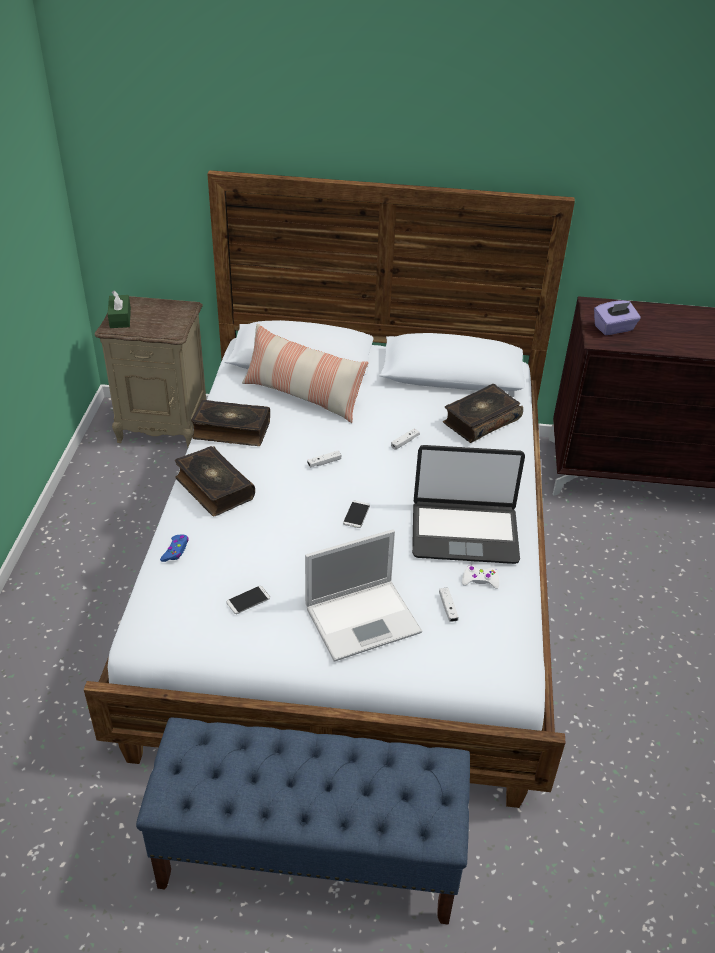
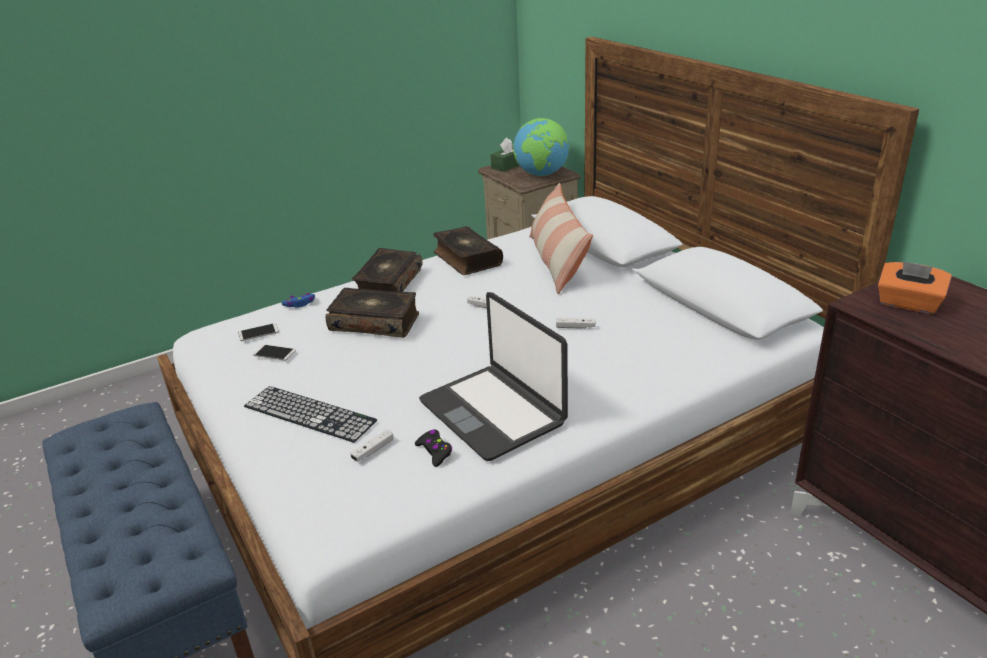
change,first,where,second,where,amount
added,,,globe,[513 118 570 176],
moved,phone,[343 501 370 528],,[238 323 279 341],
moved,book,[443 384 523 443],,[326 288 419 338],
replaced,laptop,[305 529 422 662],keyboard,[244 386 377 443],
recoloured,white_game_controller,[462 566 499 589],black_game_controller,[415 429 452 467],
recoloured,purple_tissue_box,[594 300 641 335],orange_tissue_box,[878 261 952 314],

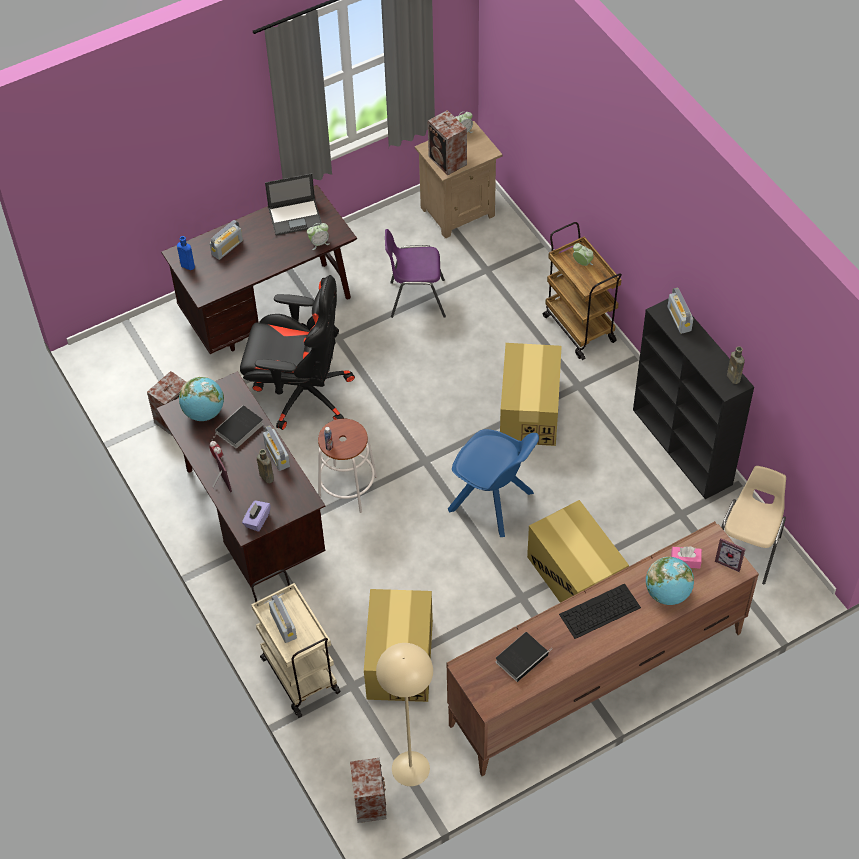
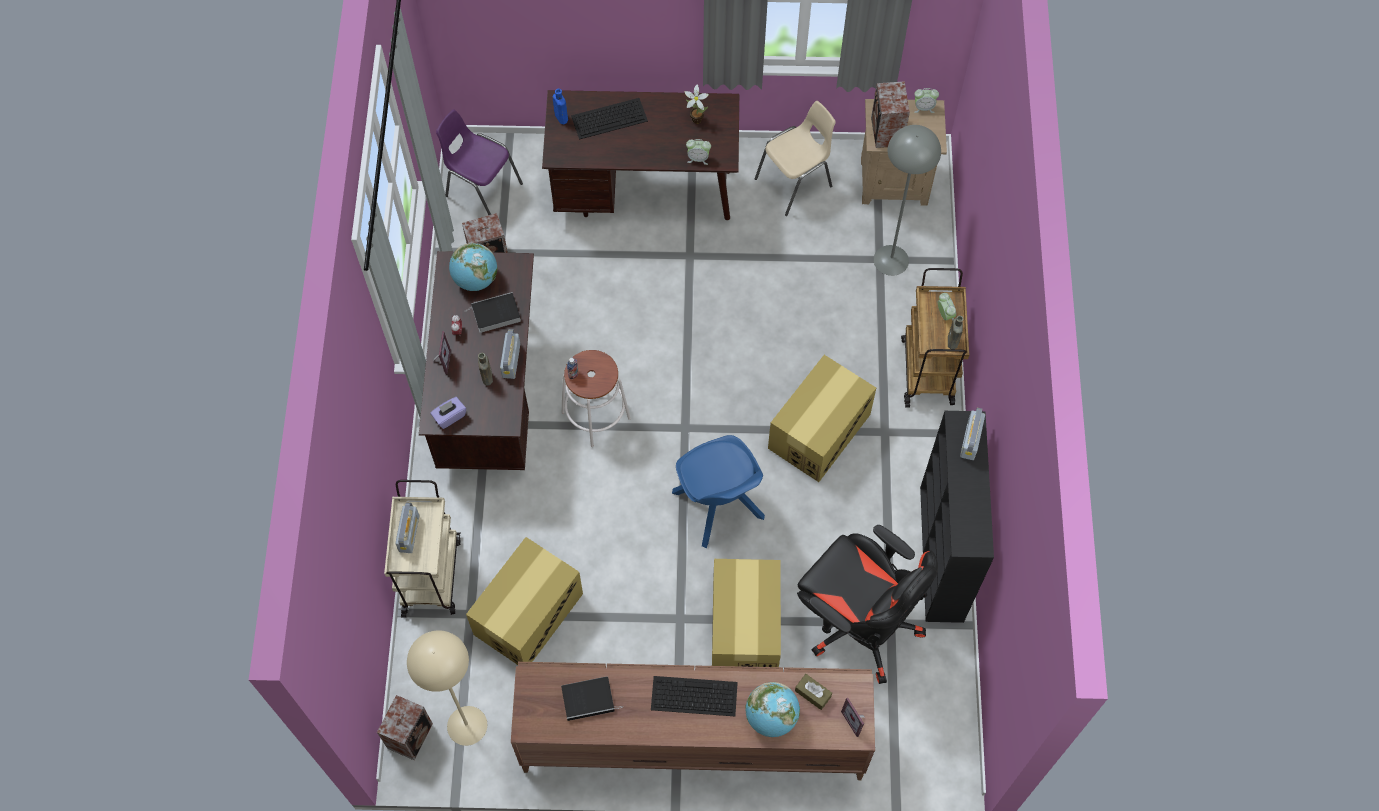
change,first,where,second,where,amount
added,,,grey_floor_lamp,[874 125 941 276],
moved,black_office_chair,[240 275 355 430],,[797 525 938 684],
moved,purple_chair,[385 229 446 318],,[436 109 523 215],
moved,beige_chair,[721 466 786 585],,[755 101 835 216],
moved,brown_bottle,[727 346 745 384],,[948 315 964 349],
replaced,radio,[210 220 243 260],keyboard,[571 98 648 139],
replaced,laptop,[265 173 322 236],potted_plant,[684 84 709 124],
recoloured,pink_tissue_box,[671 546 702 569],brown_tissue_box,[795 674 832 710],

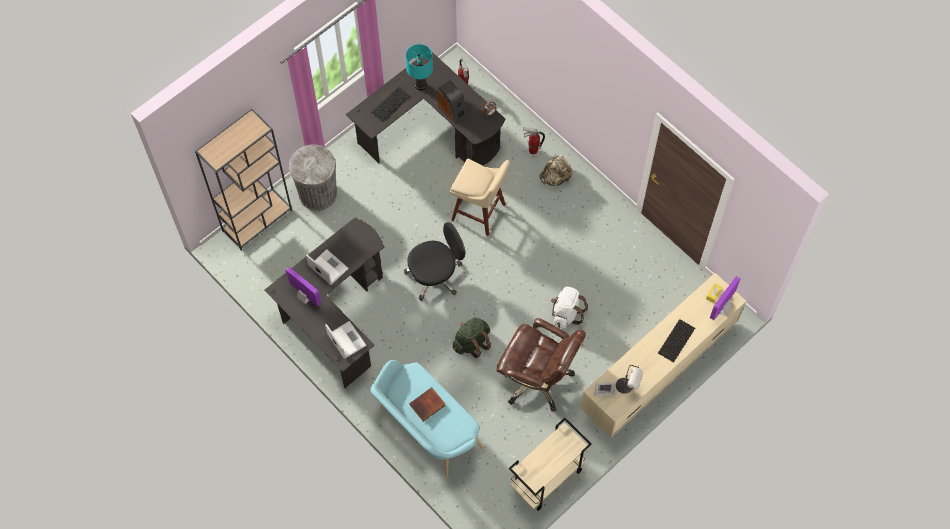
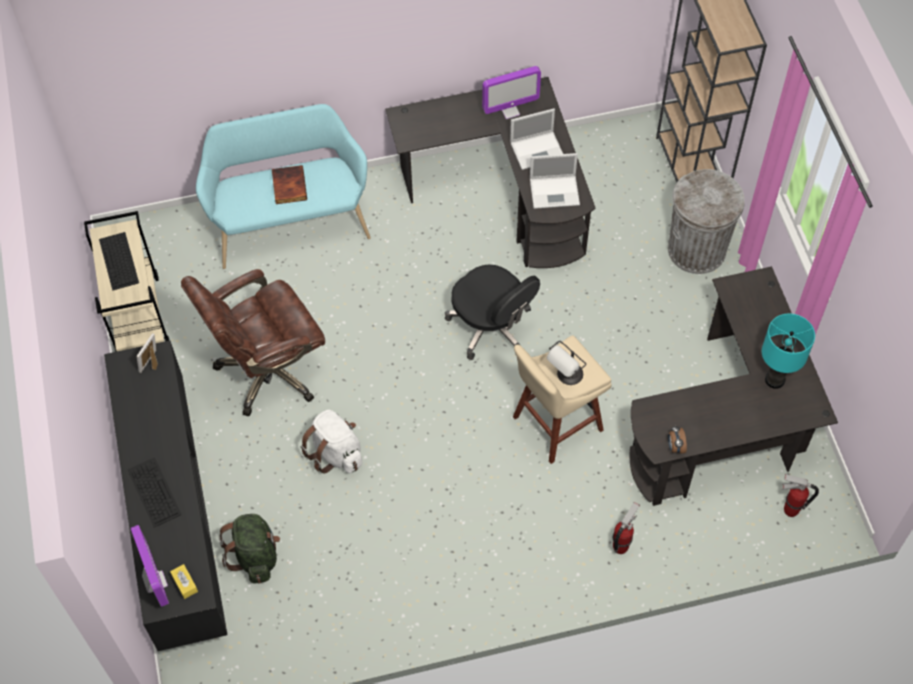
change,first,where,second,where,amount
removed,speaker,[438 80 467 125],,,
removed,beige_backpack,[539 155 573 186],,,
moved,laptop,[325 321 366 359],,[530 153 580 209],
moved,keyboard,[371 87 411 122],,[99 232 139 291],
moved,green_backpack,[453 317 491 358],,[219 514 280 584],
moved,table_lamp,[616 365 643 394],,[547 341 586 385],
recoloured,beige_cabinet,[581 273 746 438],black_cabinet,[104 340 227 651],
turned,black_office_chair,[404 222 465 301],,[445 264 540 360],45 degrees counterclockwise

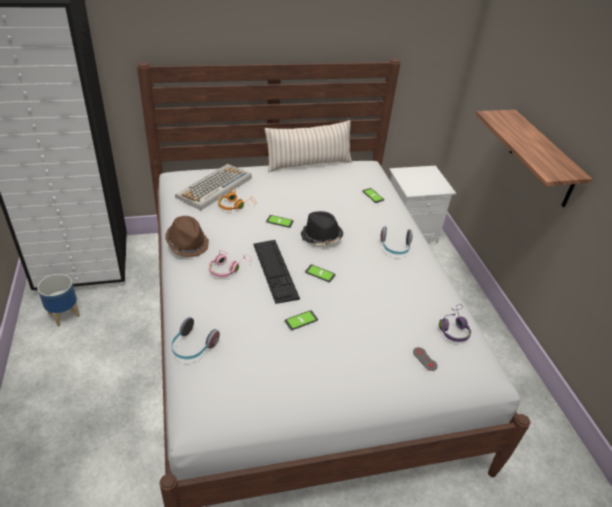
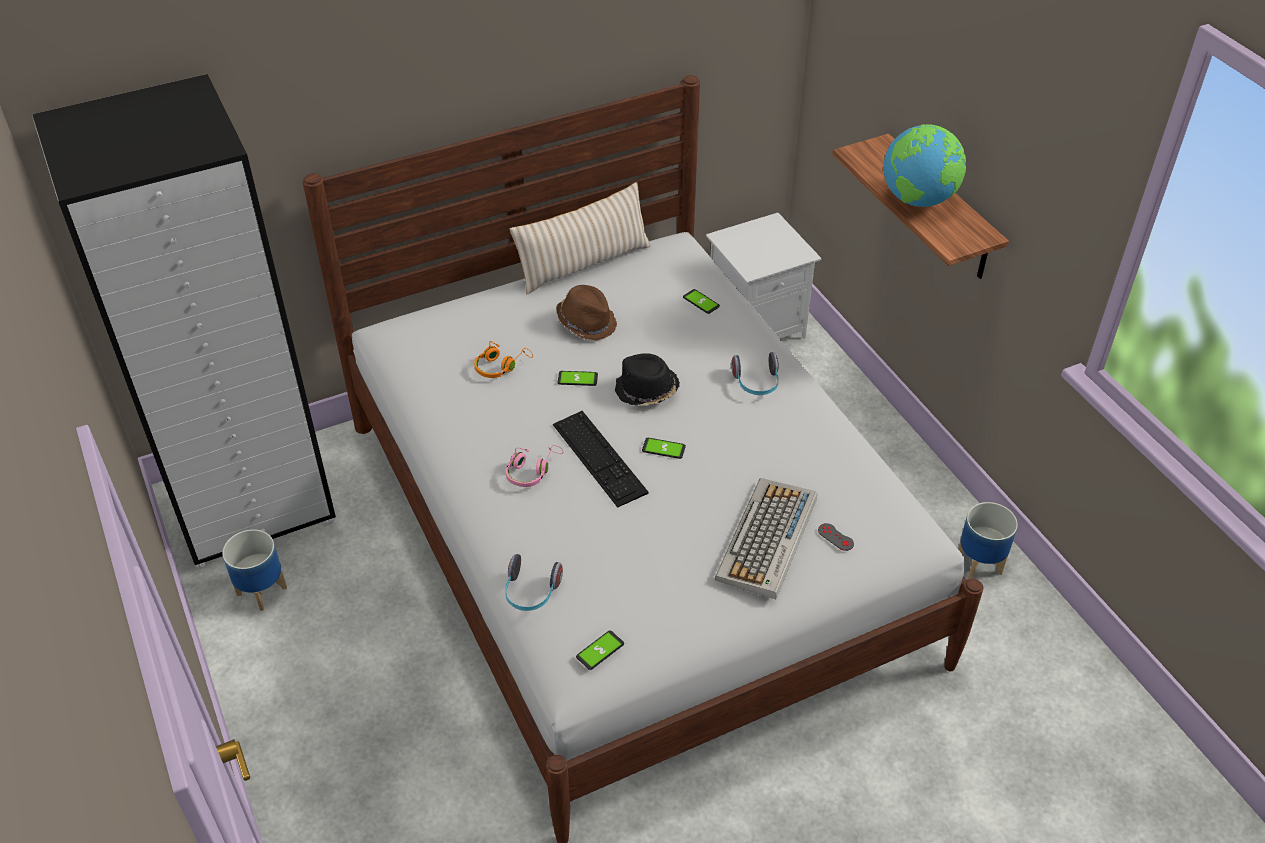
change,first,where,second,where,amount
removed,purple_headphones,[439 305 471 342],,,
added,,,globe,[884 124 966 207],
added,,,planter,[958 502 1018 579],
moved,brown_hat,[165 216 209 257],,[556 285 617 341],
moved,keyboard,[175 164 252 211],,[715 478 817 599],
moved,phone,[285 310 318 330],,[576 631 624 670],

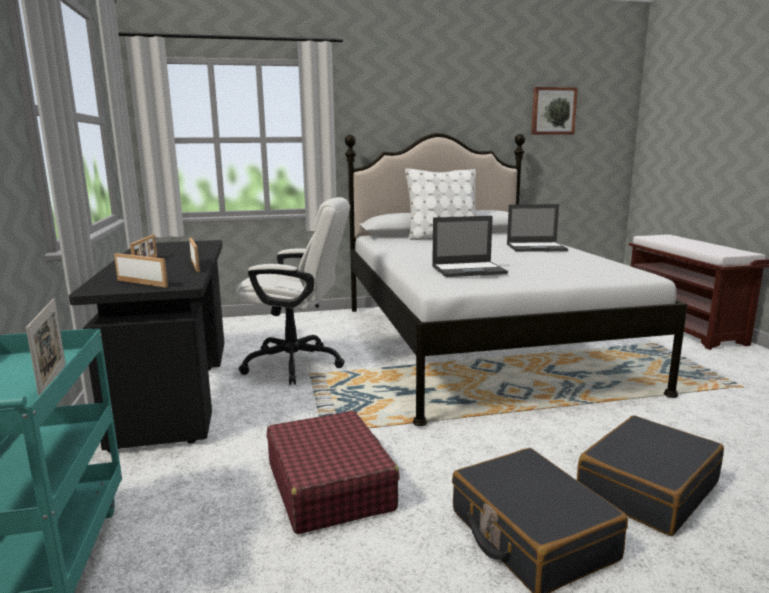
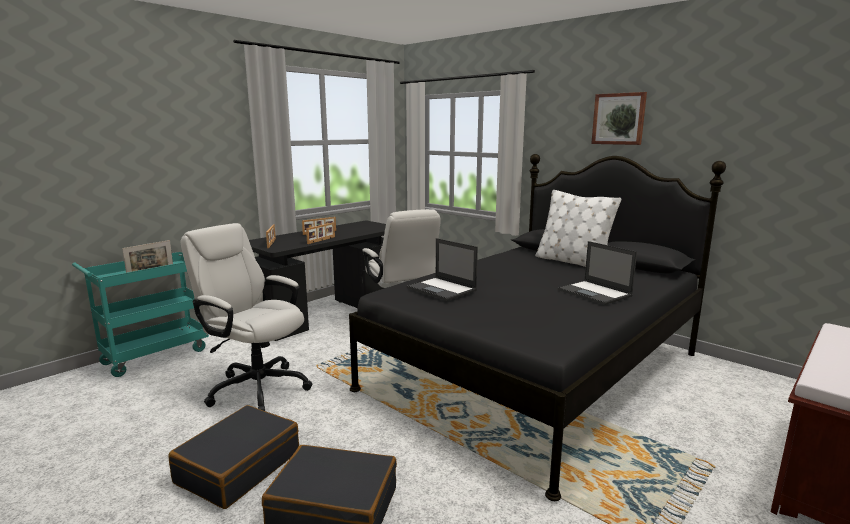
change,first,where,second,where,amount
moved,picture,[531 87 578 135],,[591 92 647 145],
replaced,red_suitcase,[267 411 400 534],white_office_chair,[181 223 312 411],
recoloured,white_bed,[345 133 687 426],black_bed,[349 154 726 501],

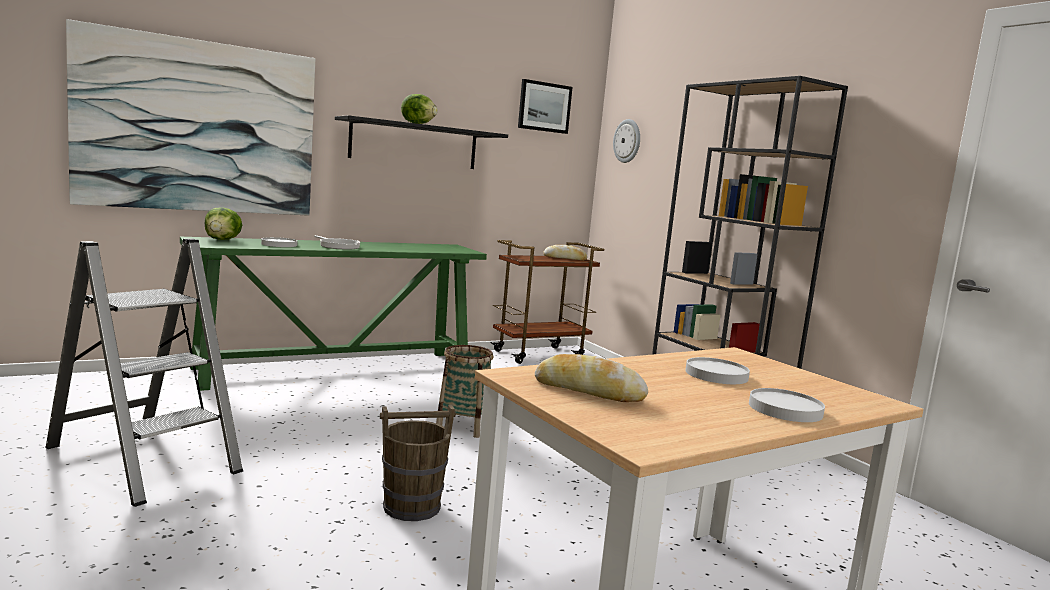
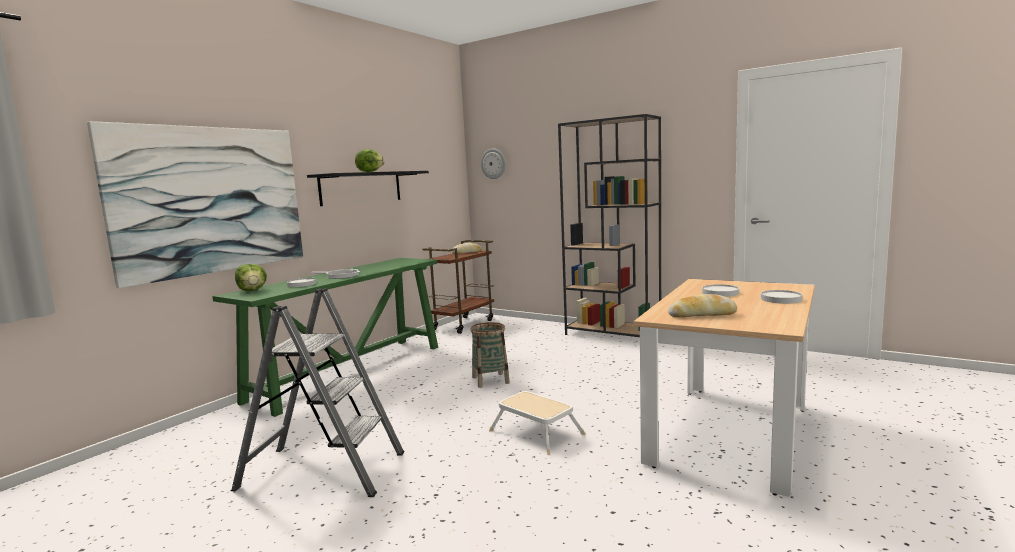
change,first,where,second,where,amount
removed,picture,[518 79 573 134],,,
replaced,brown_bucket,[380 405 456 521],beige_step_ladder,[489 391 585 455],

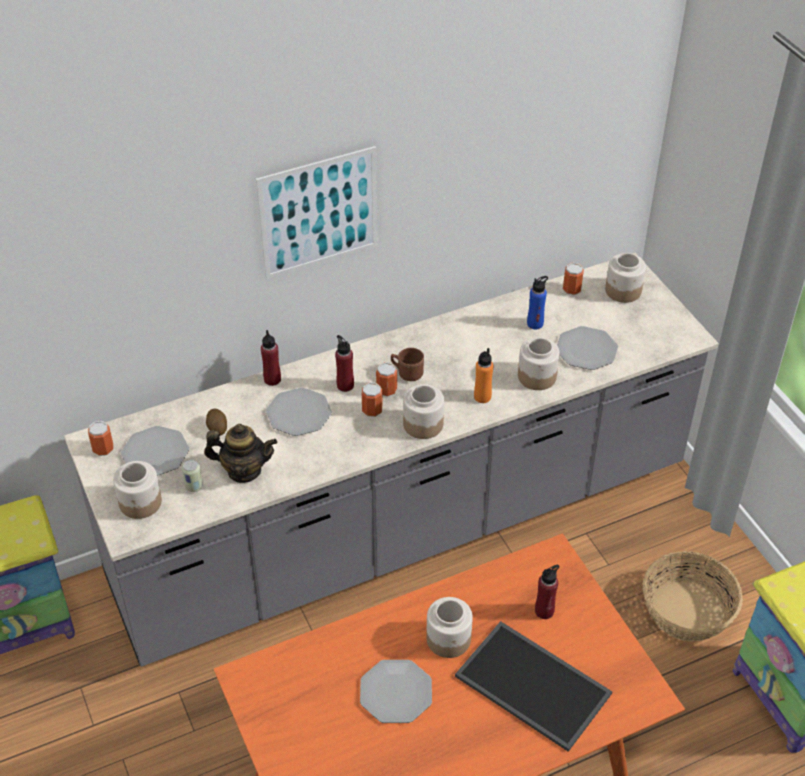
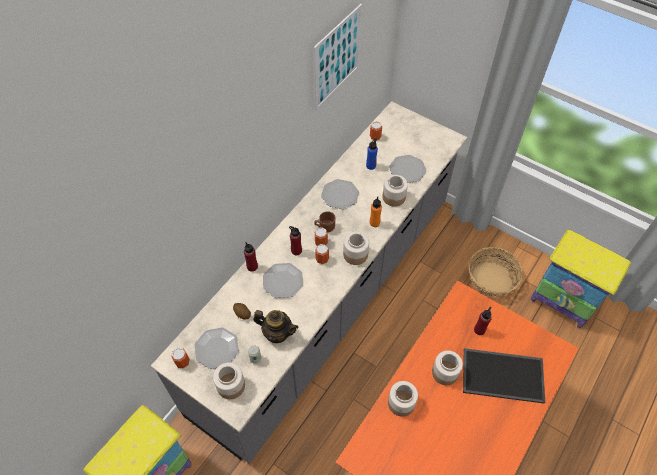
change,first,where,second,where,amount
moved,picture,[256 146 378 279],,[314 4 362 111],
moved,plate,[360 660 432 723],,[321 179 359 209],
moved,jar,[605 253 646 303],,[388 381 418 417],
turned,teapot,[204 424 277 483],,[253 310 298 343],45 degrees clockwise

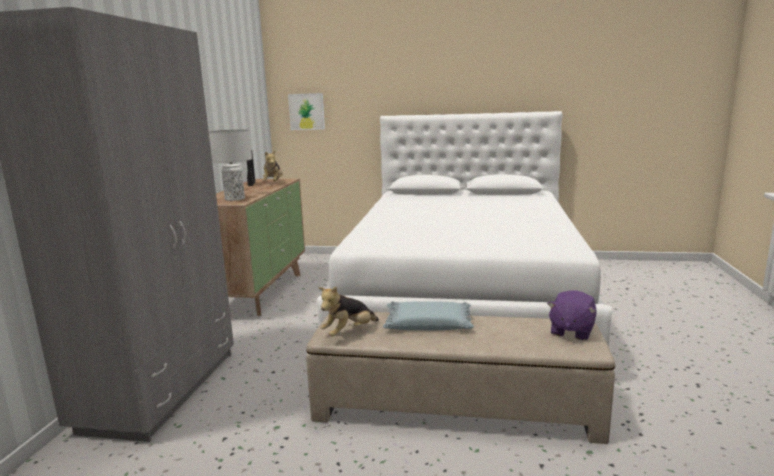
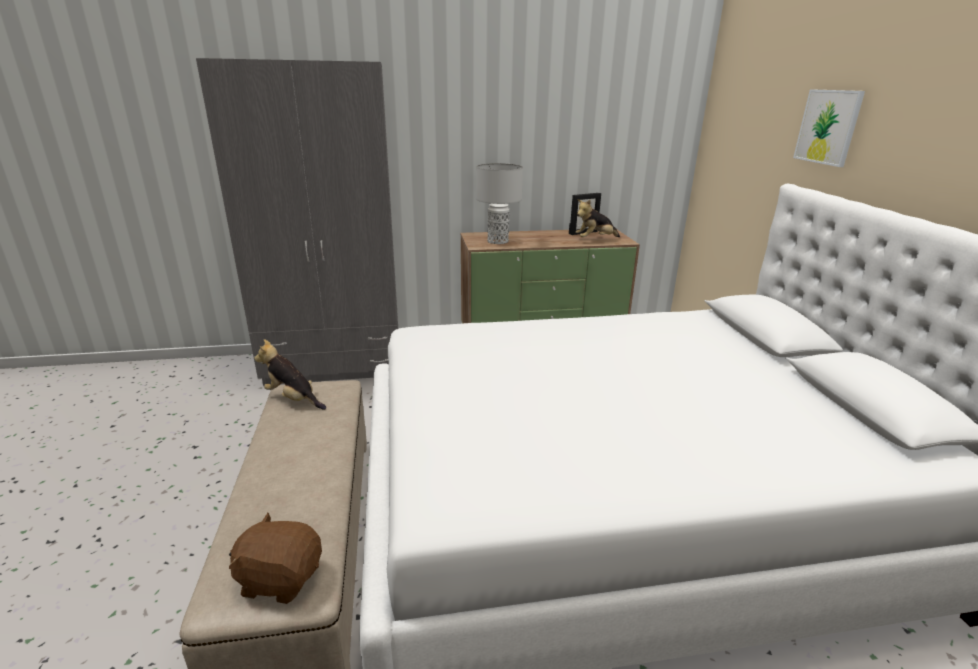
change,first,where,second,where,amount
removed,blue_pillow,[383 301 474 331],,,
moved,picture,[288 93 325 130],,[793 89 865 167],
recoloured,purple_plush_toy,[547 290 597 340],brown_plush_toy,[229 513 322 604],

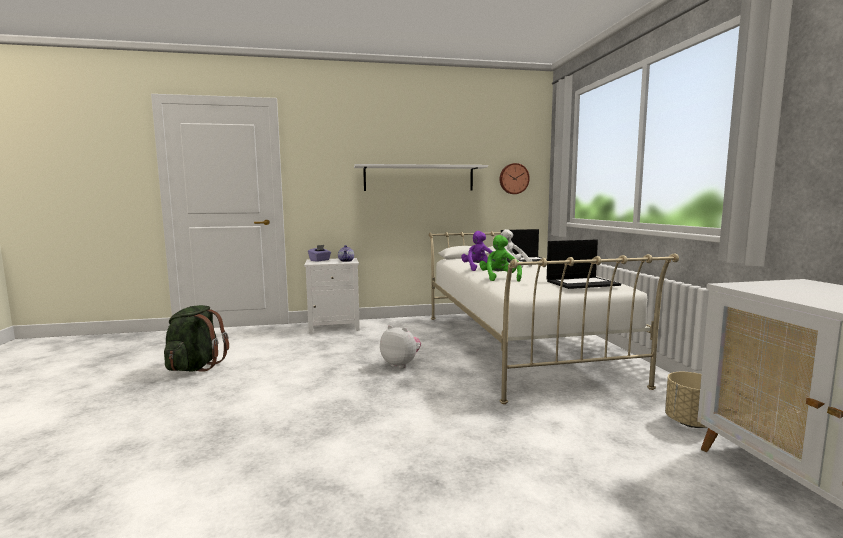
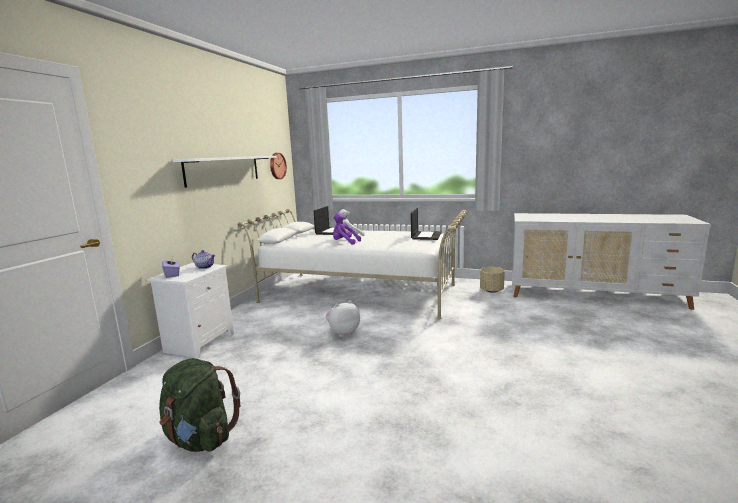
change,first,where,second,where,amount
removed,green_plush_toy,[479 235 522 282],,,

